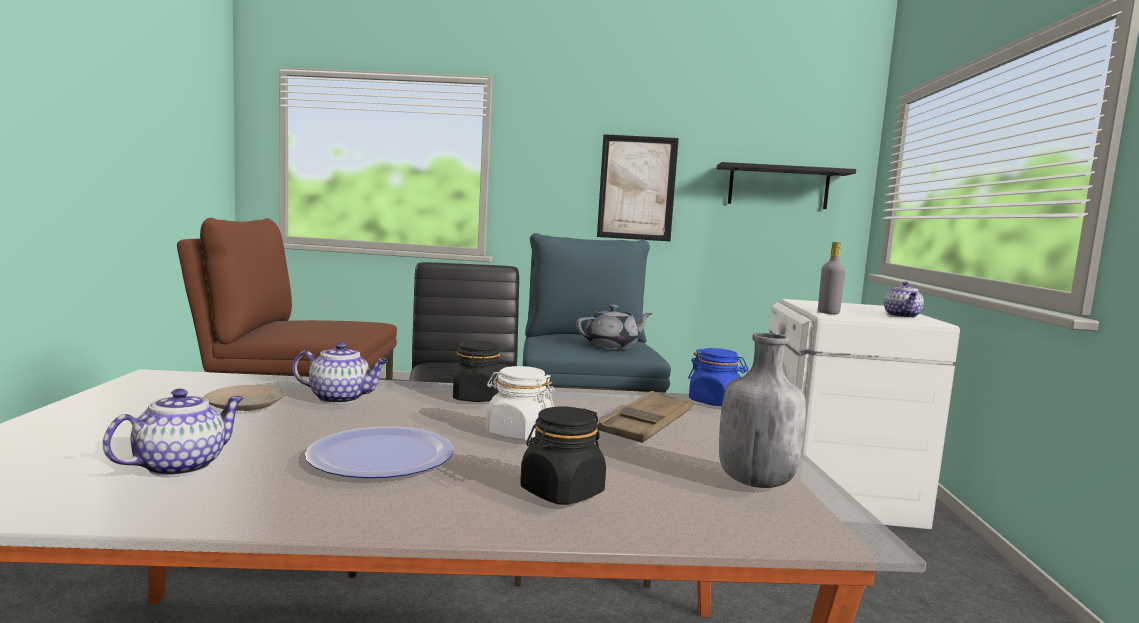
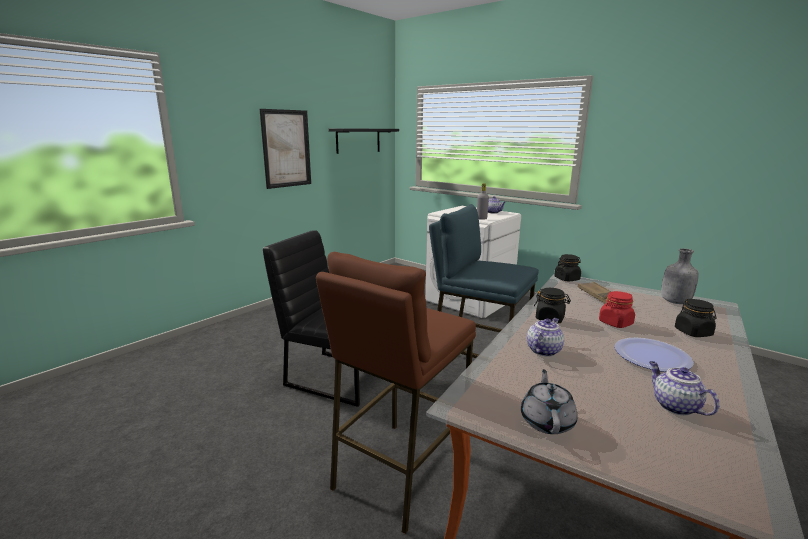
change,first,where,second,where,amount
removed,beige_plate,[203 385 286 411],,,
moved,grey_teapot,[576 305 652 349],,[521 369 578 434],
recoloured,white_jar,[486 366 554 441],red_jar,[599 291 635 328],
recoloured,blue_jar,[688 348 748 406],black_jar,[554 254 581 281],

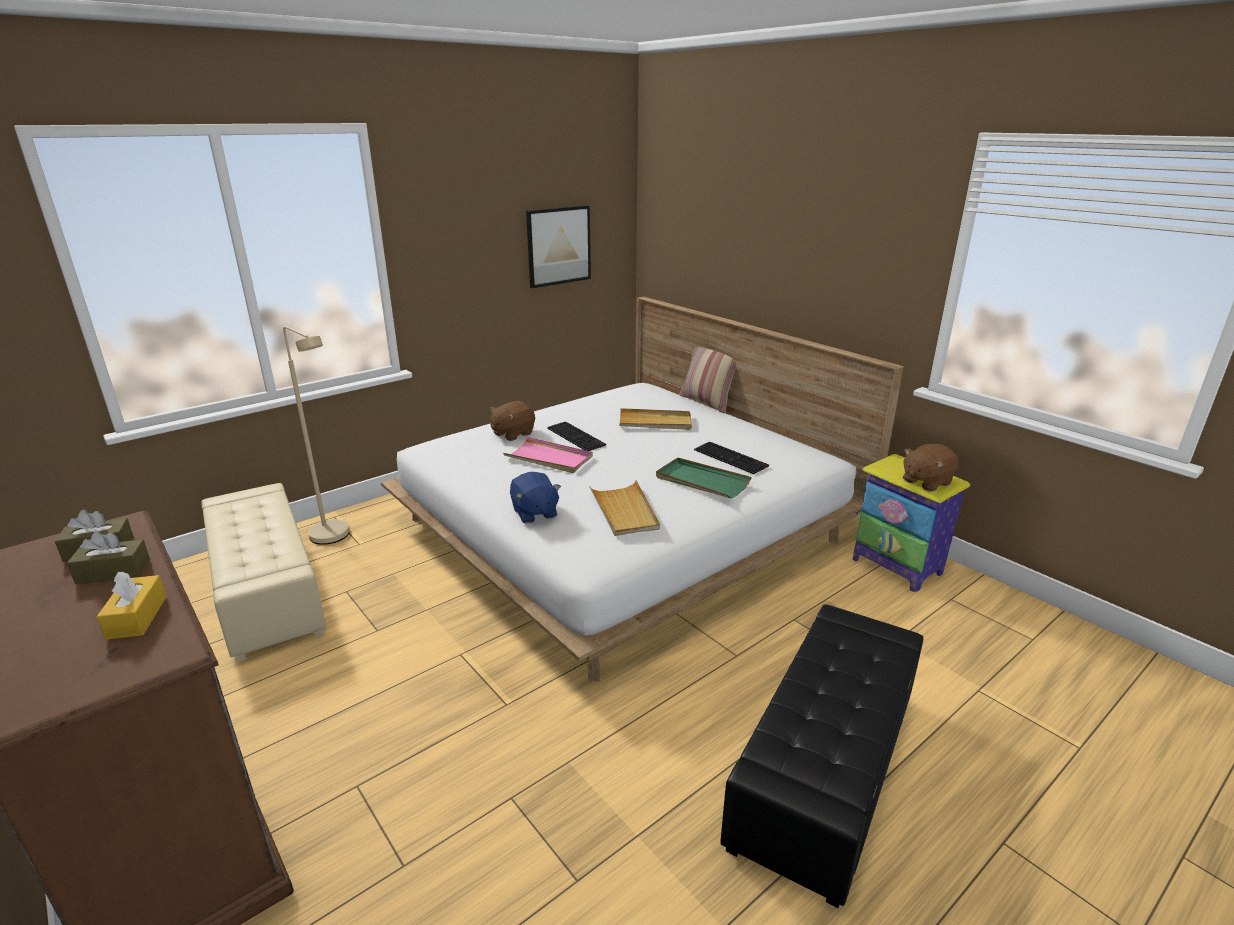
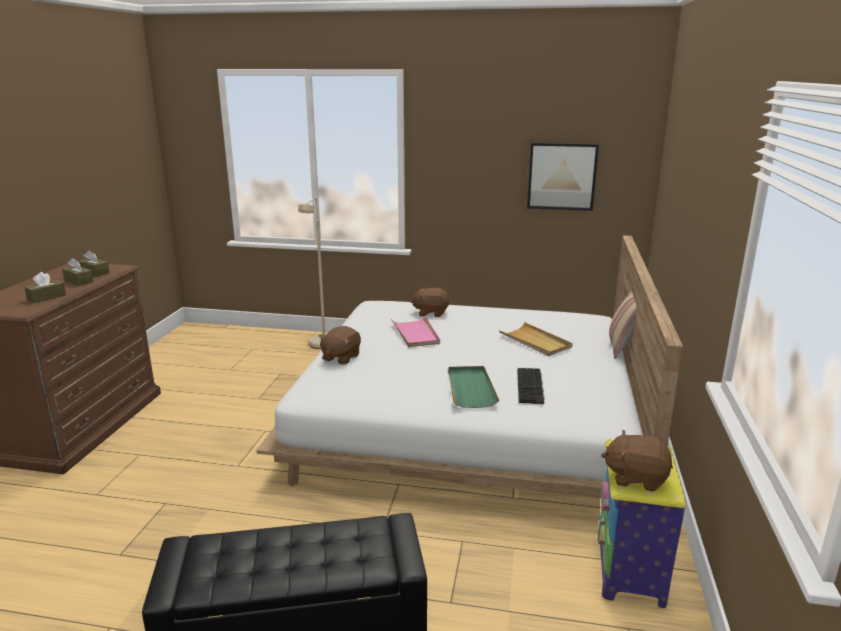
change,first,where,second,where,amount
removed,beige_ottoman,[202 483 326 662],,,
removed,keyboard,[547 422 606 451],,,
removed,beige_tray,[589 480 660 536],,,
recoloured,yellow_tissue_box,[97 571 167 640],brown_tissue_box,[24 272 66 303],
recoloured,blue_plush_toy,[510 472 561 524],brown_plush_toy,[319 326 361 365],

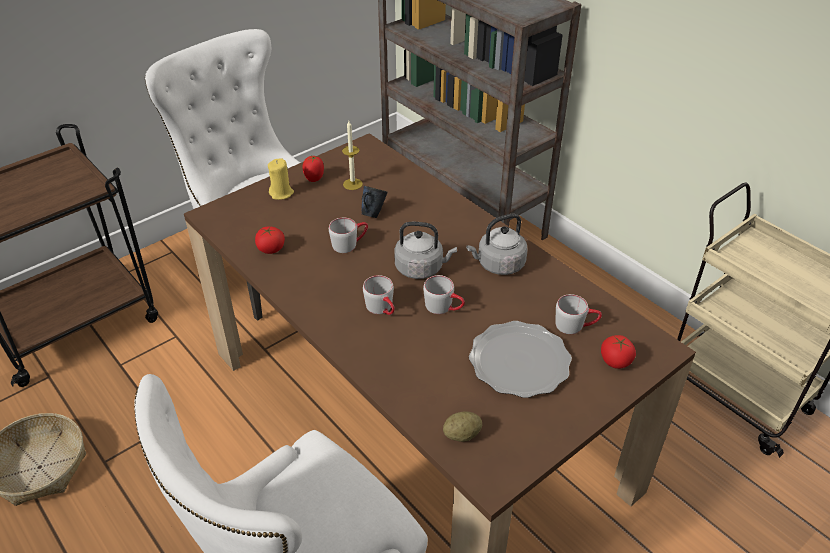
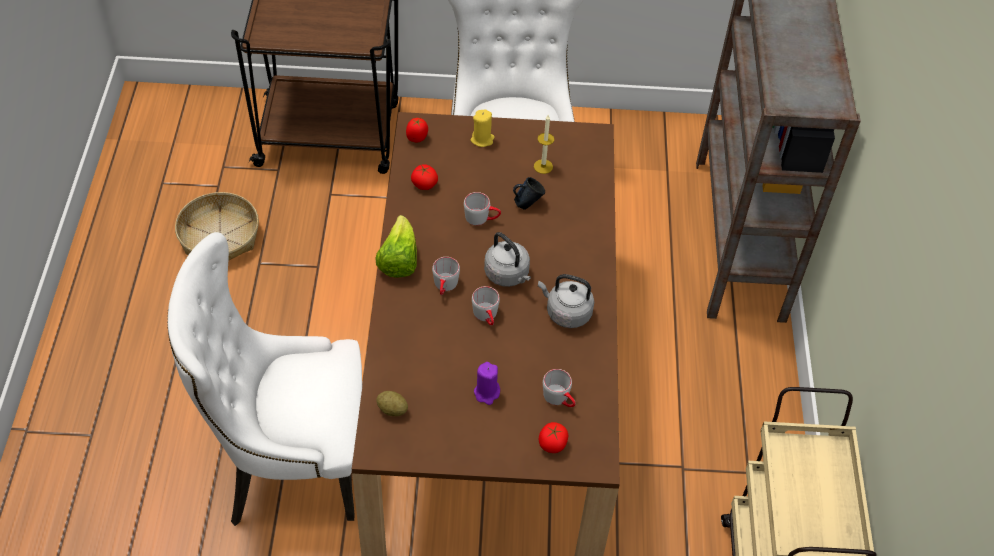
change,first,where,second,where,amount
added,,,lettuce,[375 215 417 278],
moved,tomato,[302 156 324 182],,[406 118 428 142],
replaced,plate,[469 321 572 398],purple_candle,[474 362 500 405],

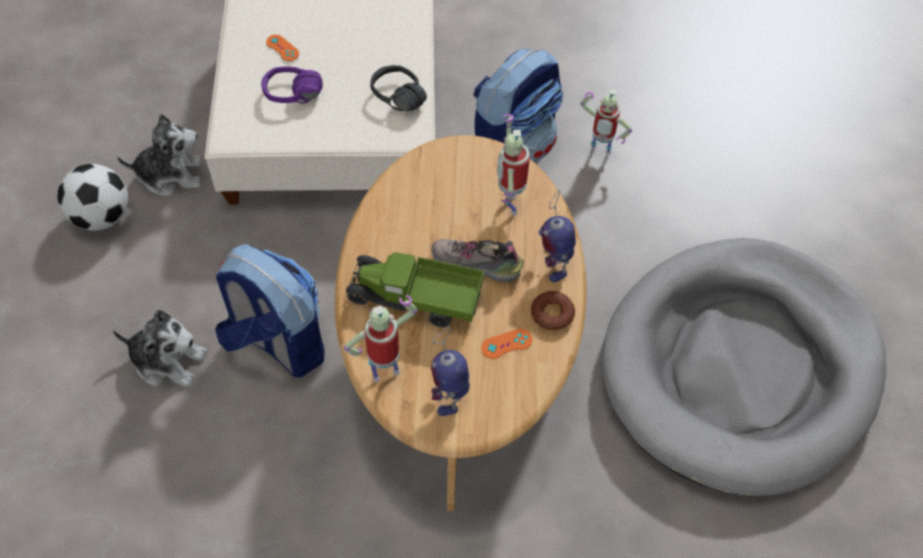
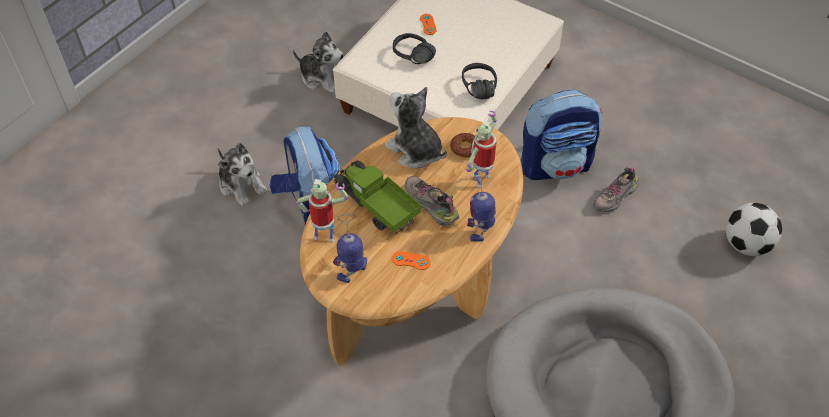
change,first,where,second,where,amount
added,,,plush_toy,[385 87 447 169],
moved,football,[58 164 128 231],,[725 203 782 256],
moved,donut,[531 291 575 330],,[450 133 475 158],
replaced,toy_robot,[580 89 632 154],shoe,[593 167 639 212],
recoloured,purple_headphones,[261 66 323 104],black_headphones,[393 33 436 64],

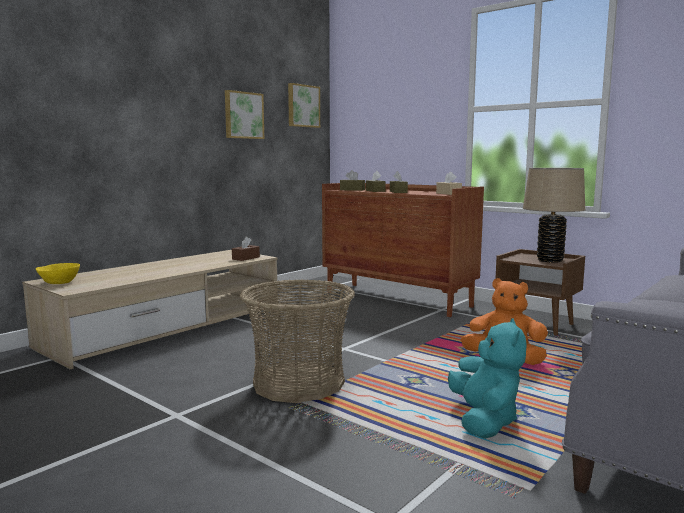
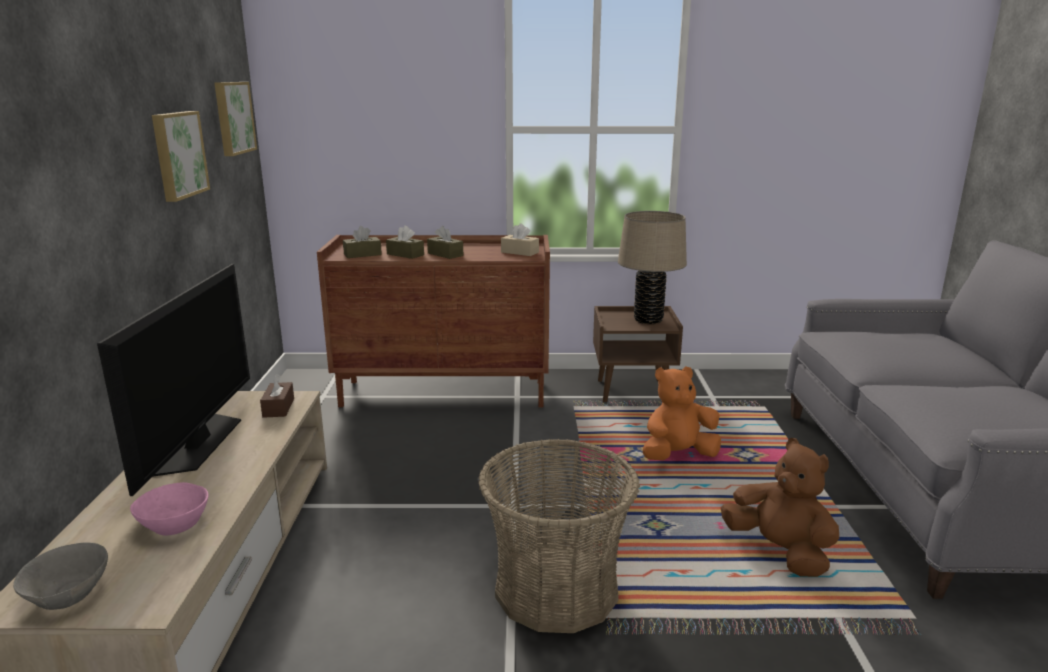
change,first,where,second,where,amount
added,,,television,[97 264 250 496],
added,,,pink_bowl,[130 482 208 536],
recoloured,yellow_bowl,[36 263 80 284],grey_bowl,[13 542 108 610],
recoloured,turquoise_plush_toy,[448 318 527 439],brown_plush_toy,[721 438 839 577],

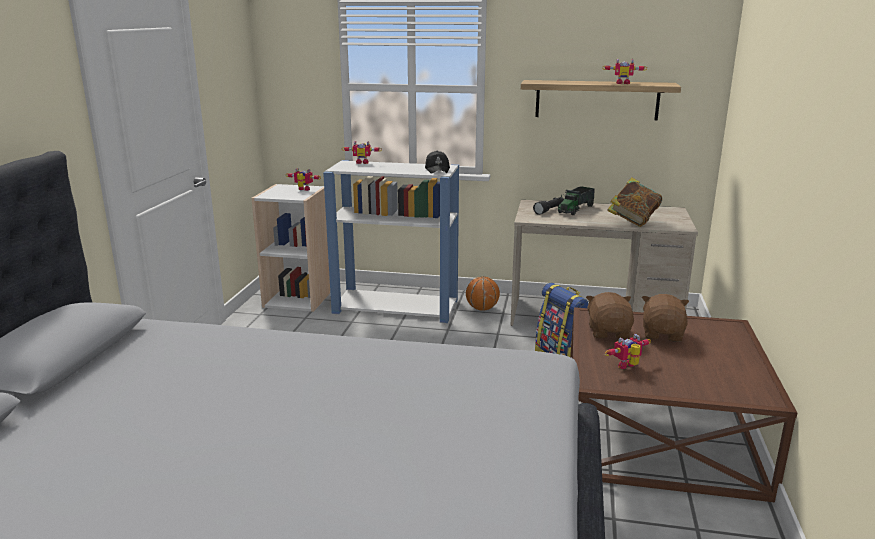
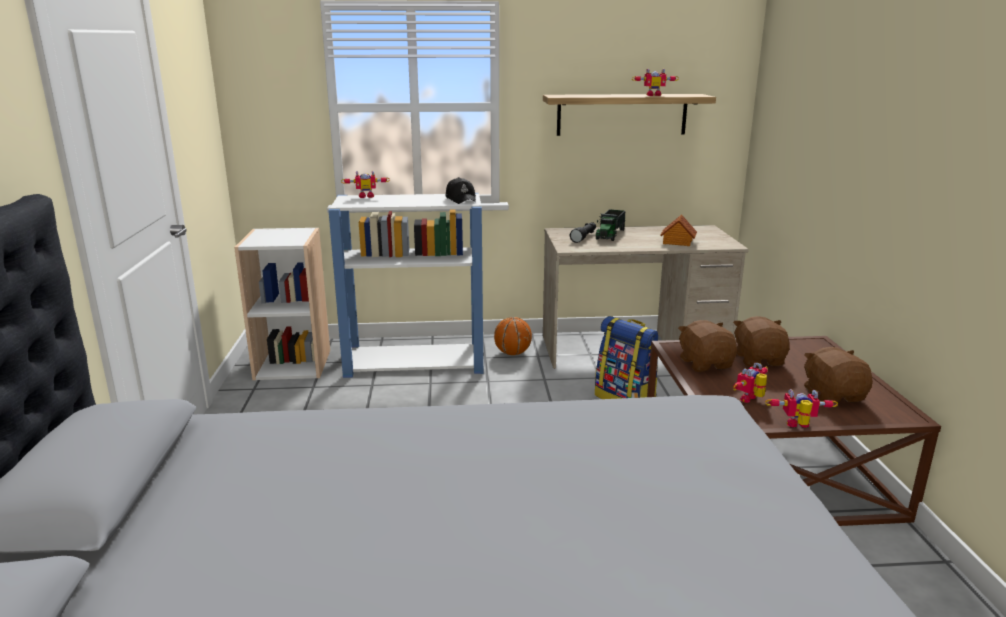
change,first,where,second,where,amount
added,,,brown_plush_toy,[804 347 873 403],
moved,toy_robot,[286 168 321 191],,[765 389 838 428],
replaced,book,[607 177 662 227],toy_house,[660 214 697 246],

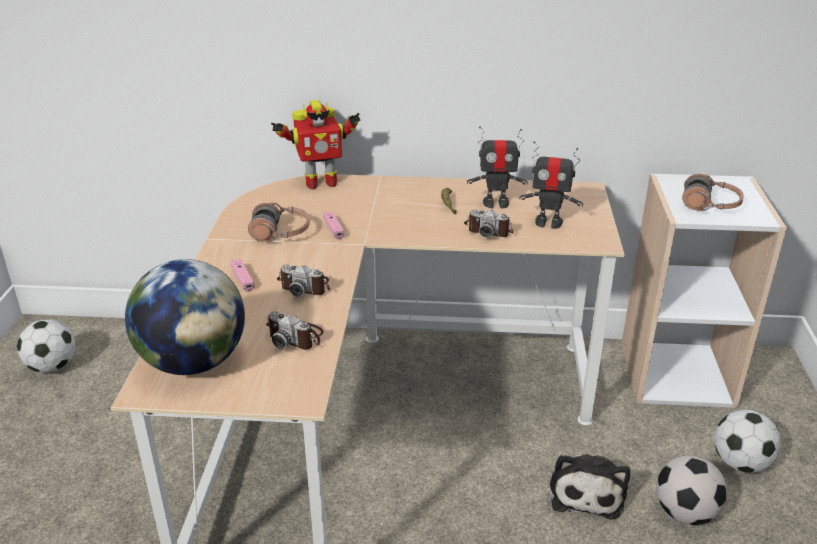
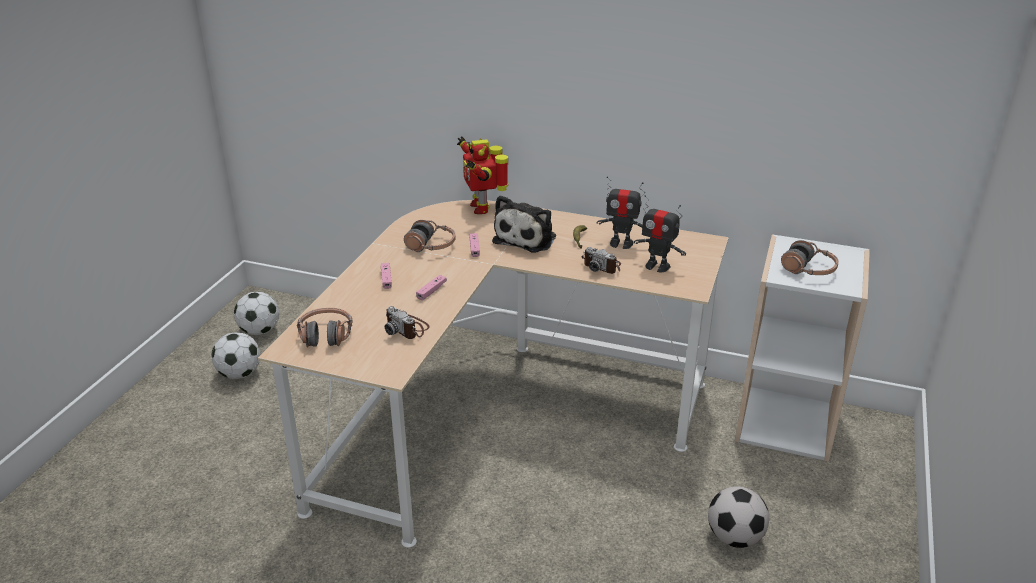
change,first,where,second,where,amount
moved,plush_toy,[549 453 630 520],,[492 195 556 252],
moved,football,[714 410 781 473],,[211 332 260 379],
replaced,globe,[125 259 245 375],headphones,[297 308 353 347],
replaced,photo_camera,[277 264 330 296],pink_game_controller,[416 275 447 300],
turned,toy_robot,[271 100 360 189],,[457 136 508 214],75 degrees clockwise

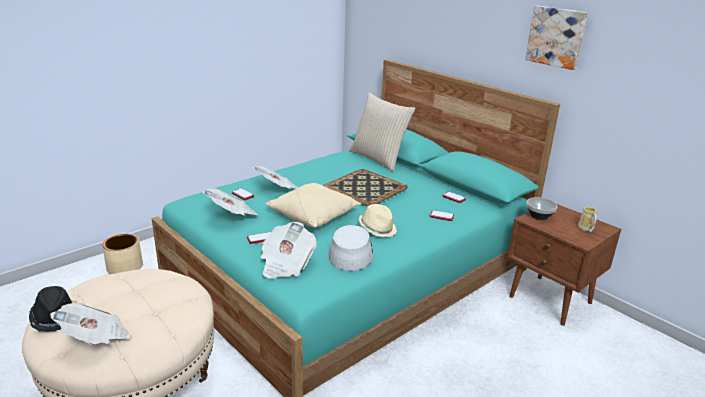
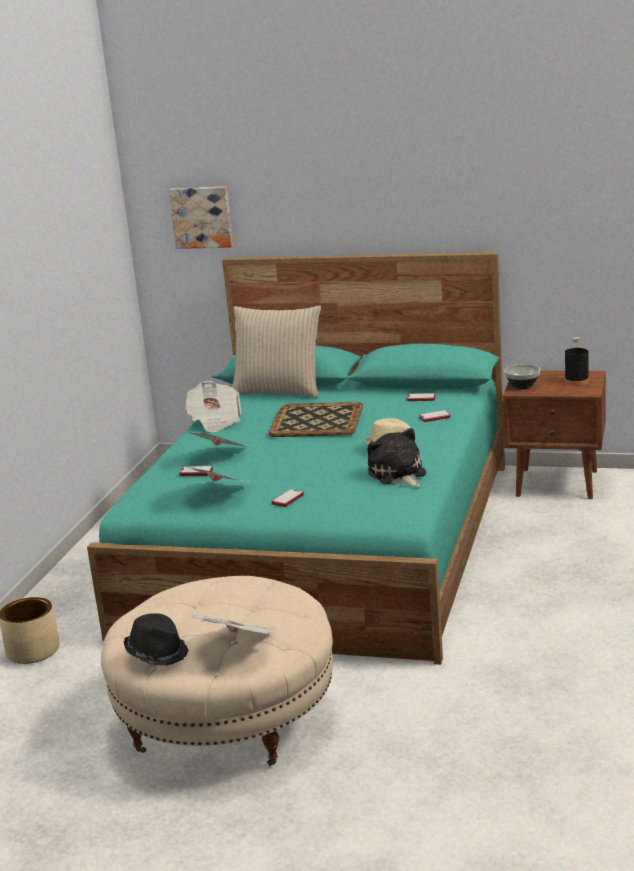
change,first,where,second,where,amount
removed,beige_pillow,[266 183 362 228],,,
moved,newspaper,[261 222 317 278],,[185 381 241 433],
moved,picture,[525 6 588 70],,[168 186 233 249],
replaced,grey_hat,[328 225 373 271],plush_toy,[367 428 426 488],
replaced,mug,[578 207 597 232],black_bottle,[565 337 589 386],

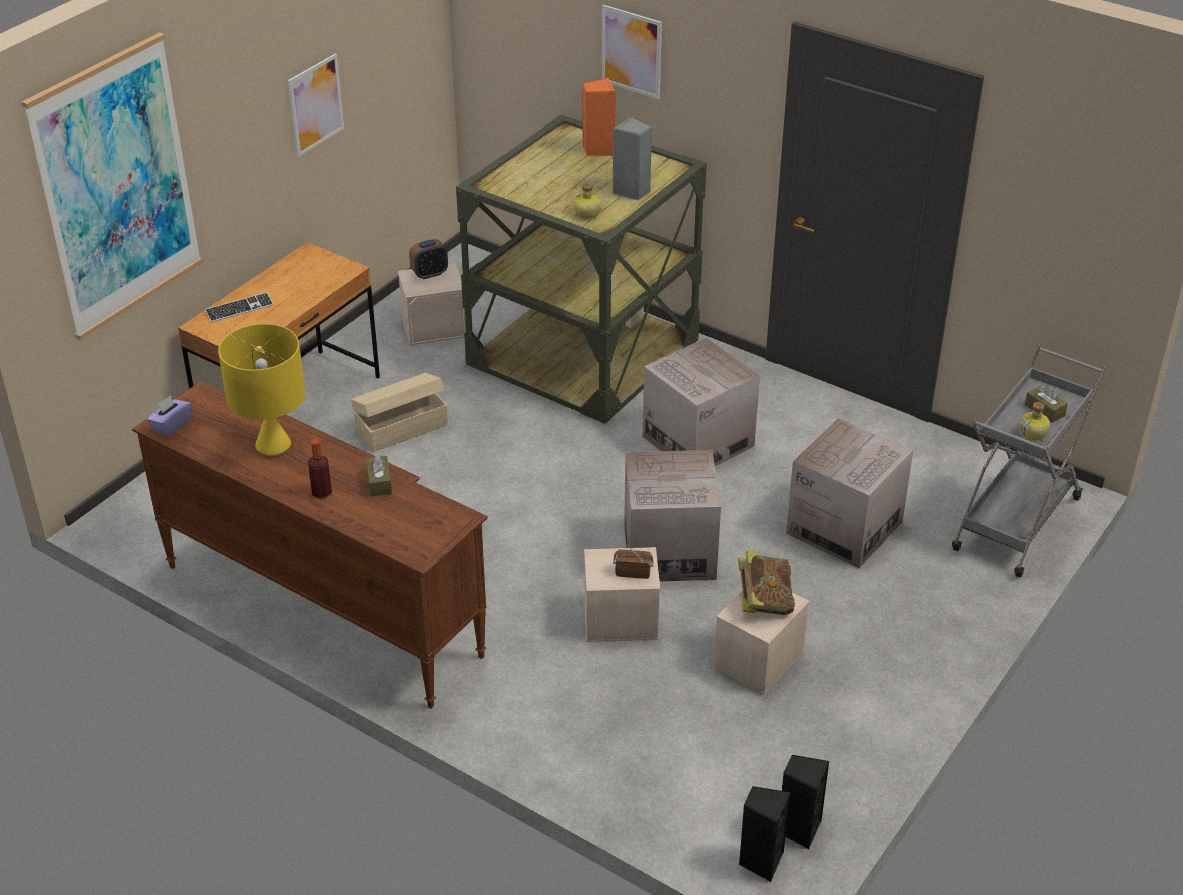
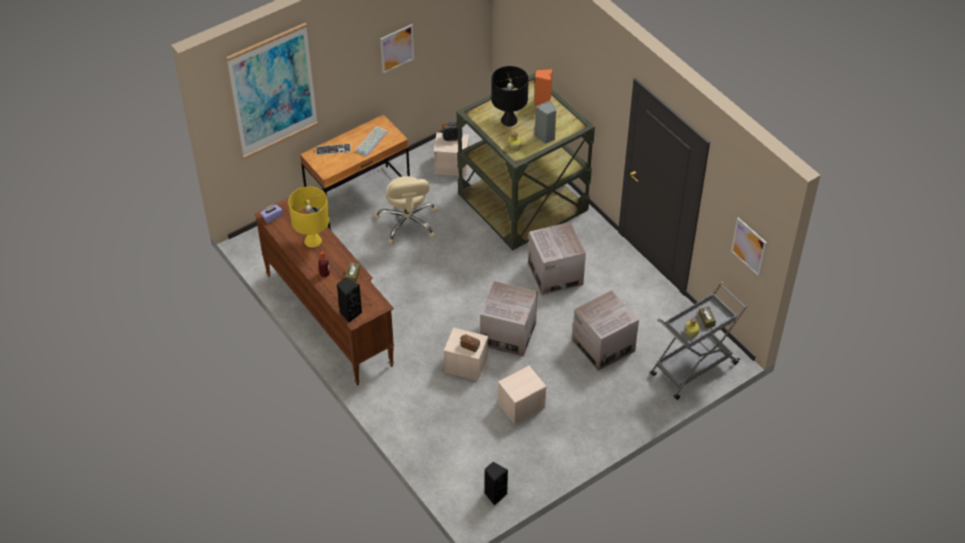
change,first,where,second,where,amount
removed,book,[738 551 795 615],,,
added,,,keyboard,[355 126 388 156],
added,,,black_table_lamp,[491 66 529 127],
moved,picture,[602 5 662 99],,[731 218 767 277],
moved,black_speaker,[739 786 790 882],,[337 278 362 323],
replaced,beige_storage_box,[351 373 448 452],beige_office_chair,[374 176 437 244],

